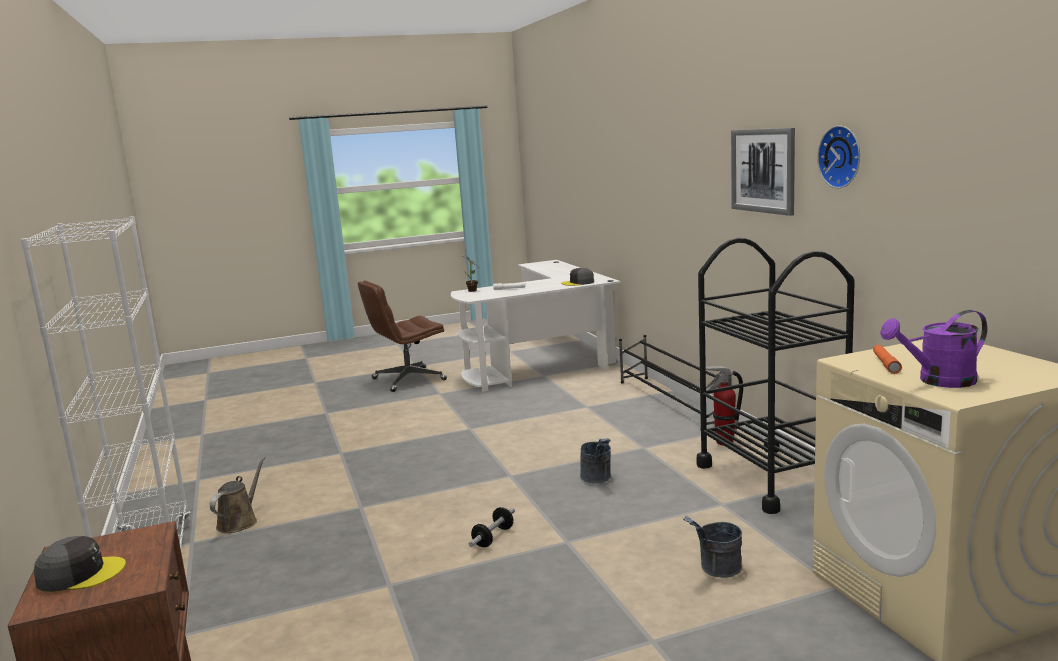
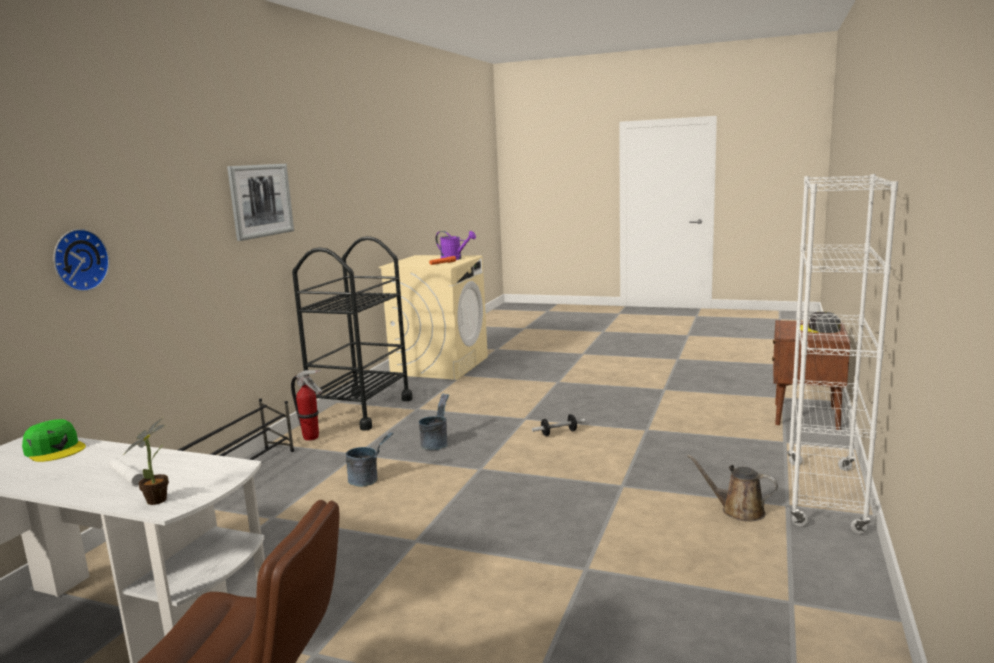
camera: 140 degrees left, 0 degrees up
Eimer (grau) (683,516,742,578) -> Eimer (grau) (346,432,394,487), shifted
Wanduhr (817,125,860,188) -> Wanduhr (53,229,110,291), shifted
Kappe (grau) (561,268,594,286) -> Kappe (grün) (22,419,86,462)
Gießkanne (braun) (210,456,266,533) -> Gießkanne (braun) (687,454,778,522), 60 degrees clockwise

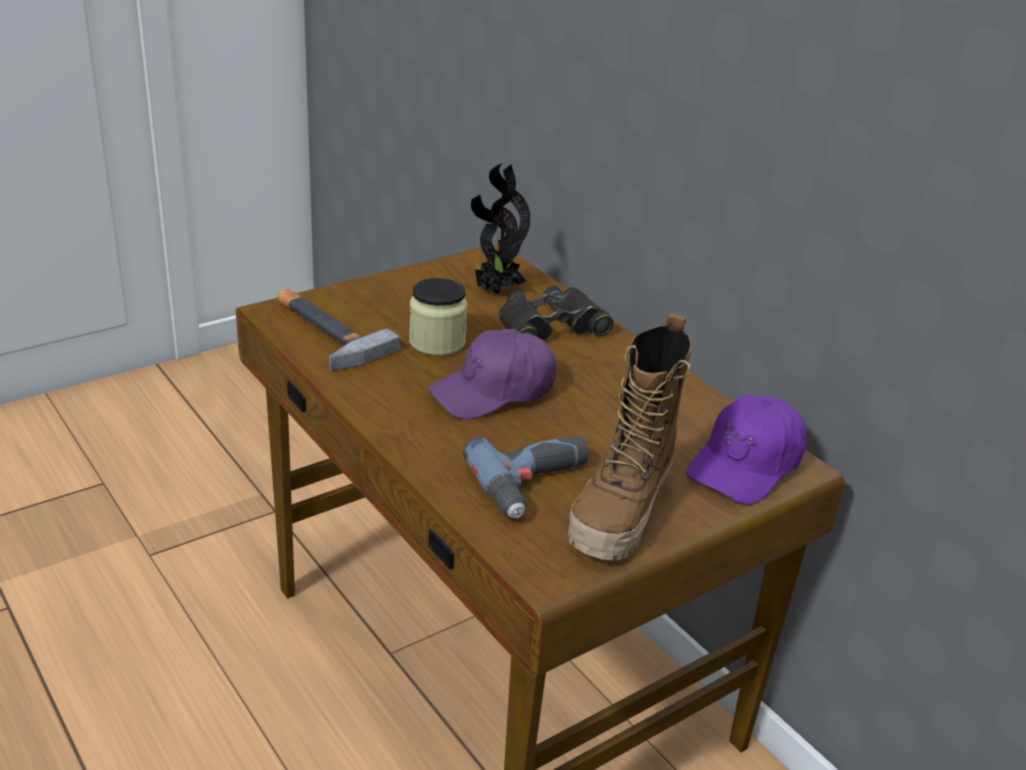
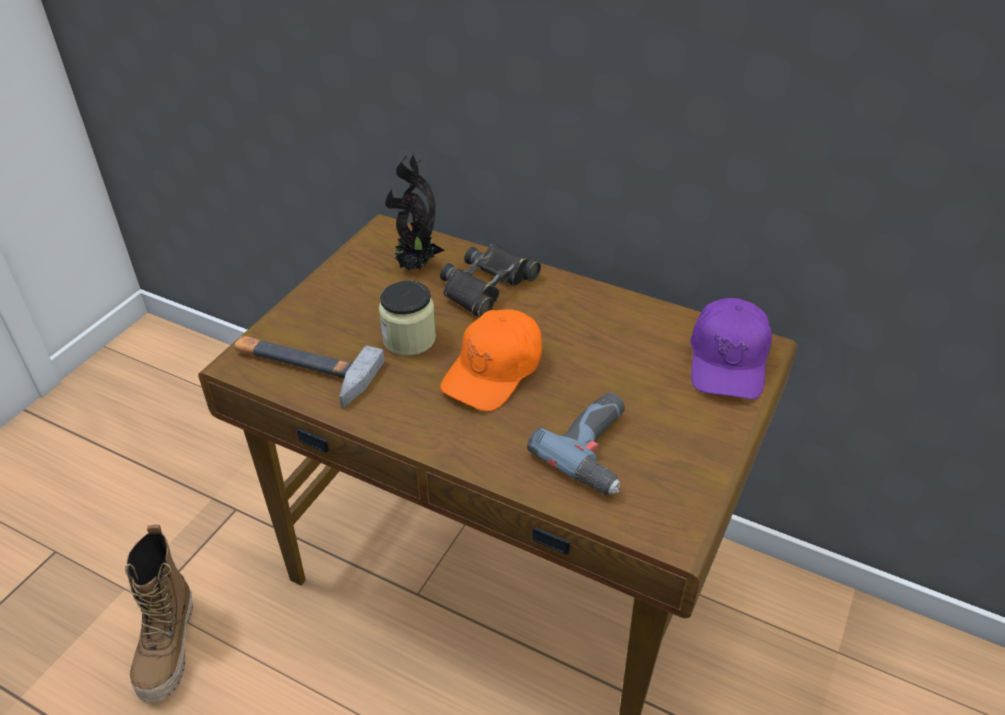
camera: 25 degrees left, 10 degrees up
Stiefel (568,313,692,561) -> Stiefel (125,524,193,702), shifted
Kappe (lila) (428,329,557,419) -> Kappe (orange) (440,309,542,411)

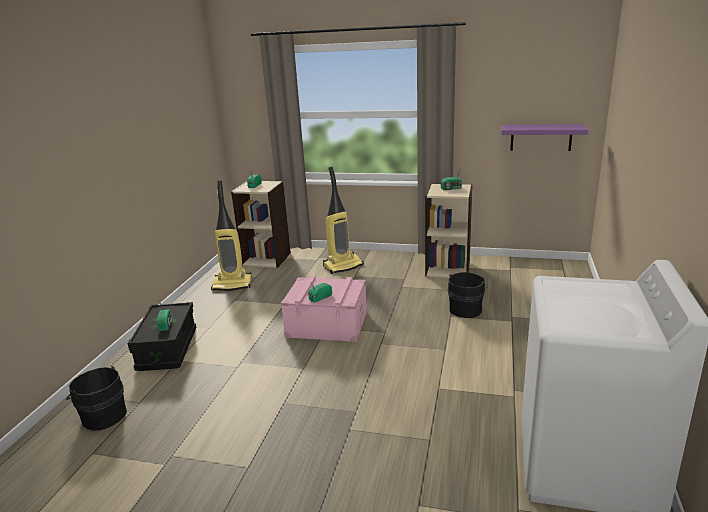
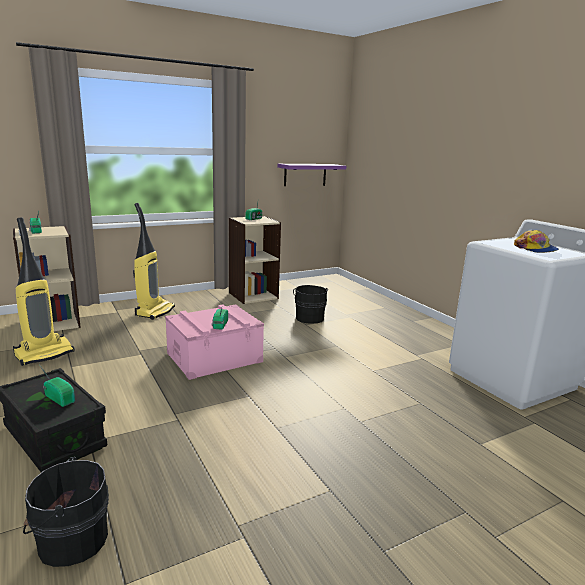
camera: 45 degrees left, 5 degrees down
none -> Kappe (514,230,559,253)

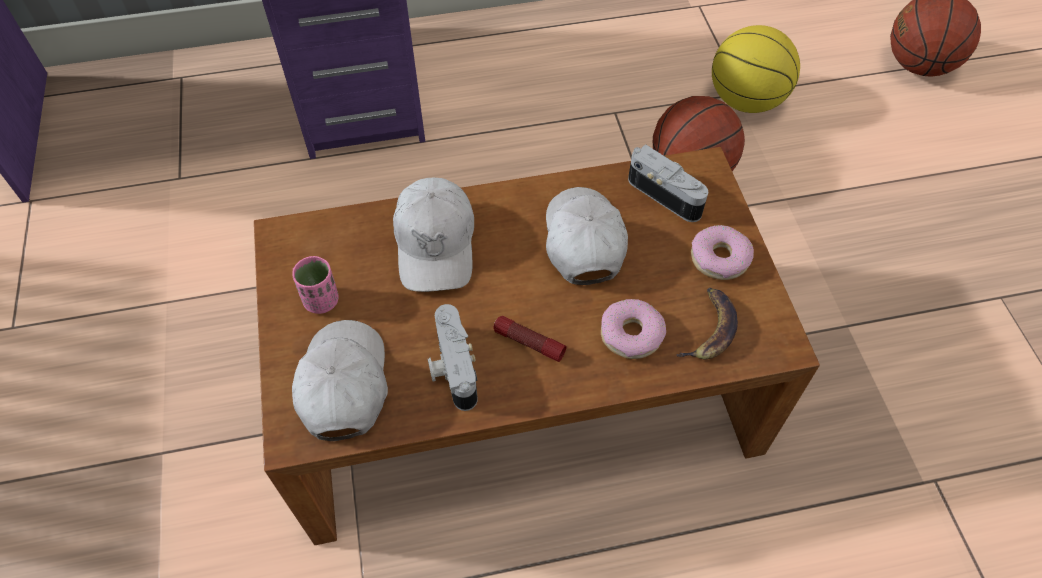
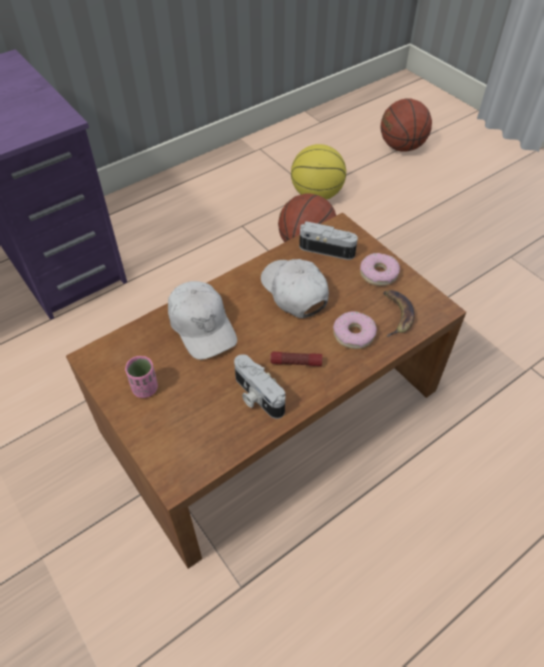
camera: 25 degrees left, 5 degrees down
Kappe (weiß) (292,320,388,441) -> none

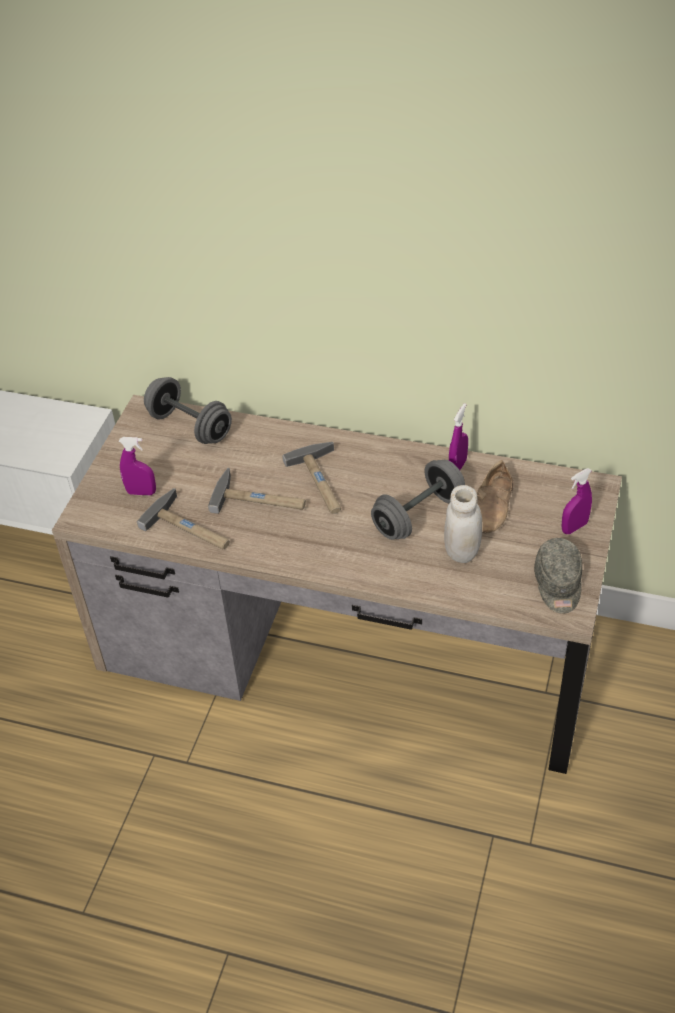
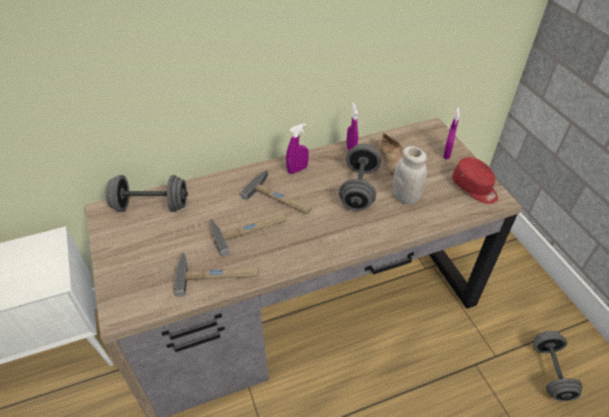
camera: 40 degrees left, 0 degrees up
none -> Hantel (grau) (533,331,583,401)
Sprühflasche (lila) (119,437,156,495) -> Sprühflasche (lila) (286,123,309,174), shifted
Kappe (grau) (534,538,582,614) -> Kappe (rot) (452,157,498,204)

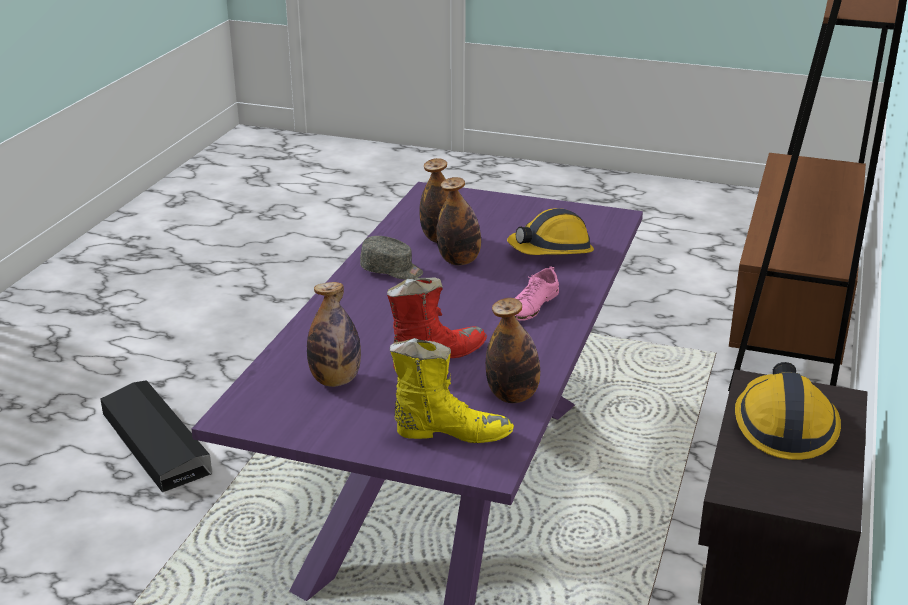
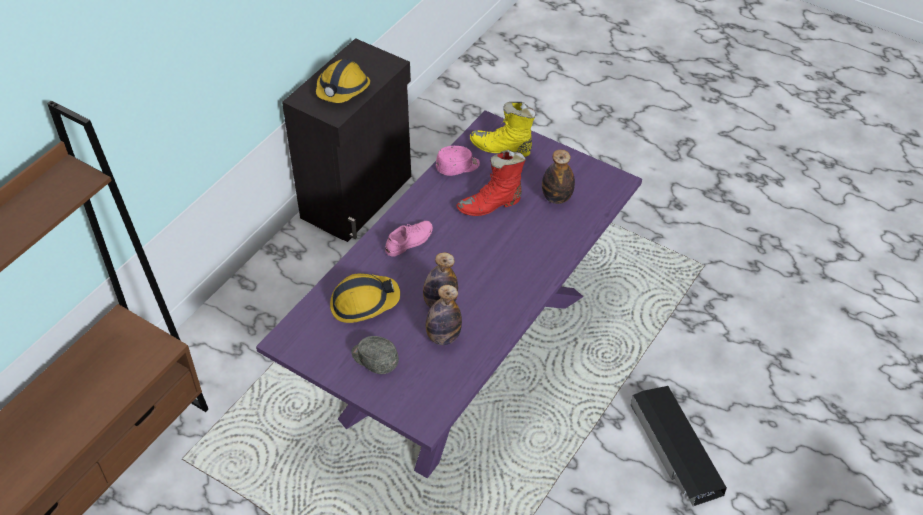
camera: 165 degrees left, 20 degrees up
Kappe (grau) (360,236,423,280) -> Kappe (grau) (351,336,399,374), shifted
Flasche (486,298,540,403) -> Kappe (rosa) (436,146,480,176)

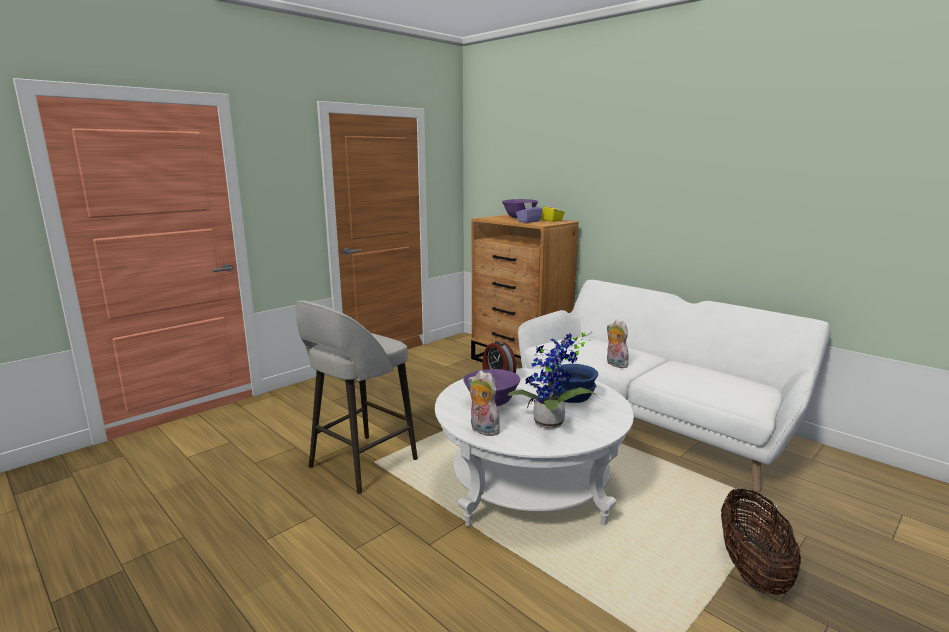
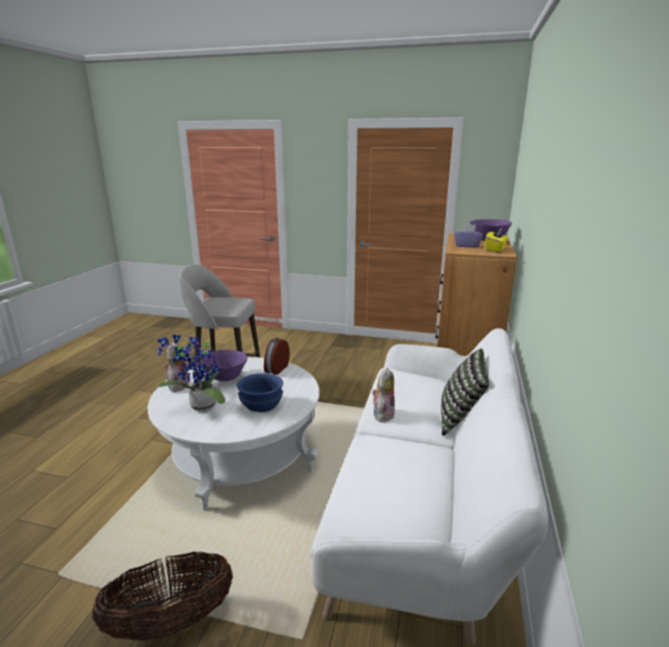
camera: 60 degrees right, 5 degrees up
none -> Kissen (441,349,489,436)

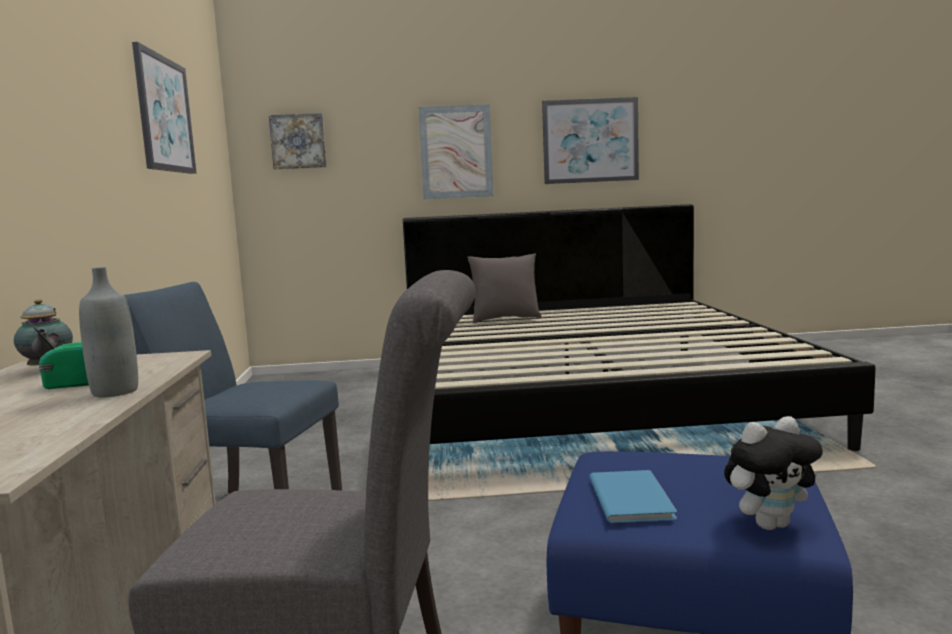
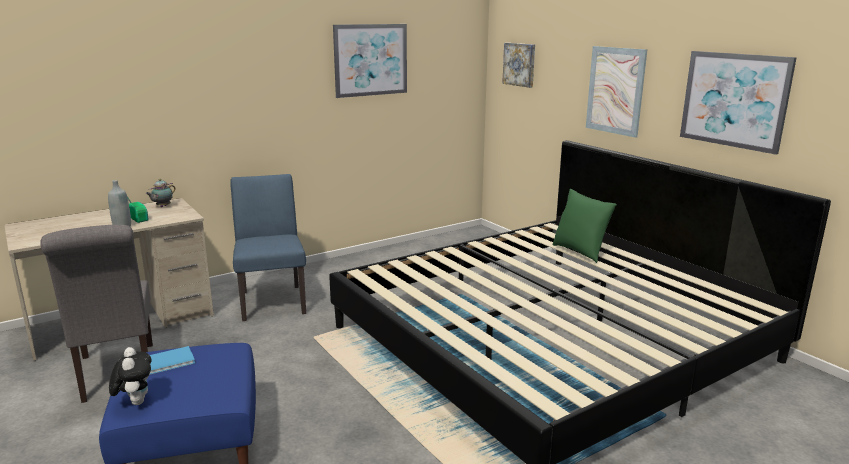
camera: 60 degrees right, 10 degrees up
Kissen (grau) (467,254,542,323) -> Kissen (grün) (553,189,617,263)
Plüschtier (724,416,823,530) -> Plüschtier (109,347,152,405), 150 degrees counterclockwise

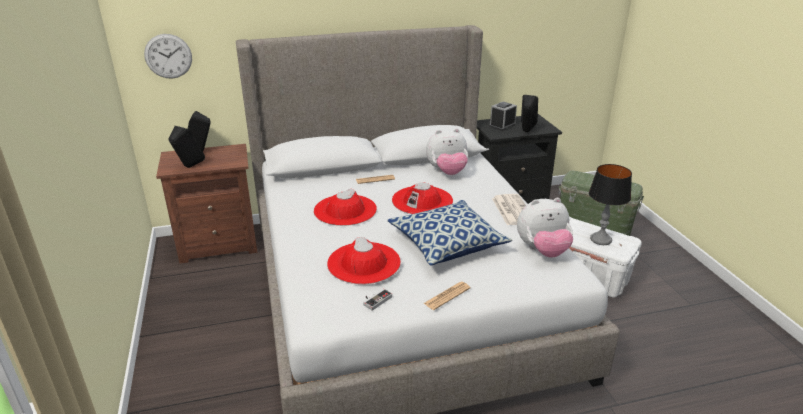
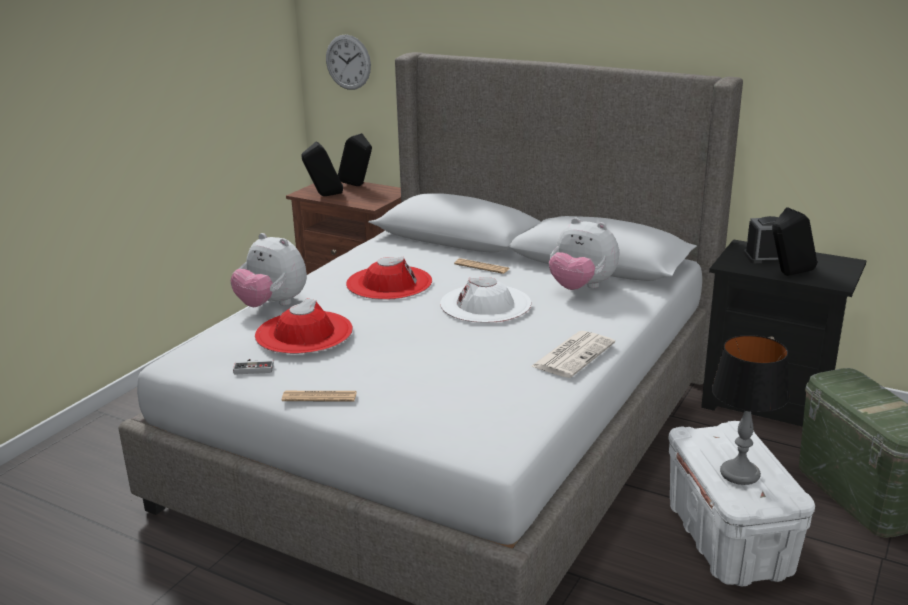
camera: 45 degrees right, 5 degrees down
Kissen (387,200,512,266) -> none
Plüschtier (517,198,573,257) -> Plüschtier (231,233,307,307), shifted
Hut (rot) (392,182,453,214) -> Hut (weiß) (440,277,531,323)

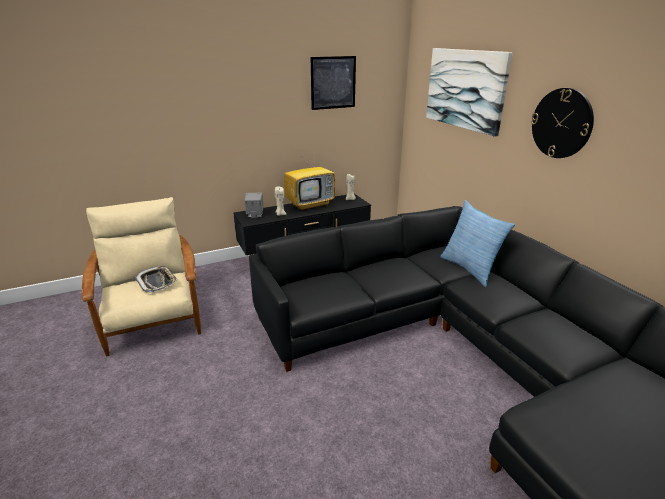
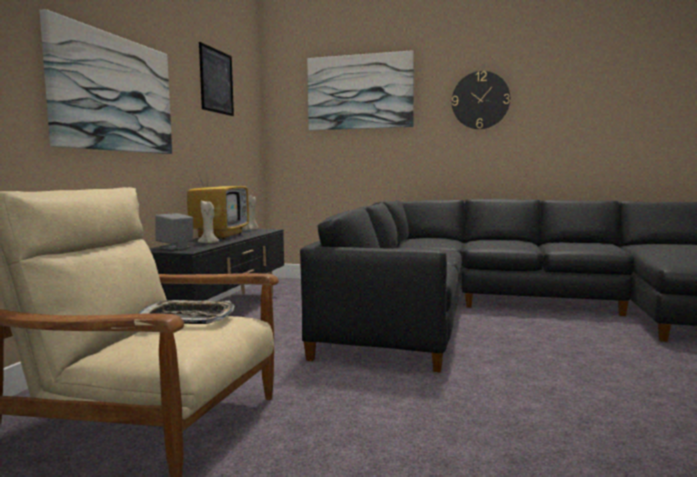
camera: 50 degrees left, 20 degrees down
Kissen (440,200,516,287) -> none
none -> Bild (39,9,172,154)

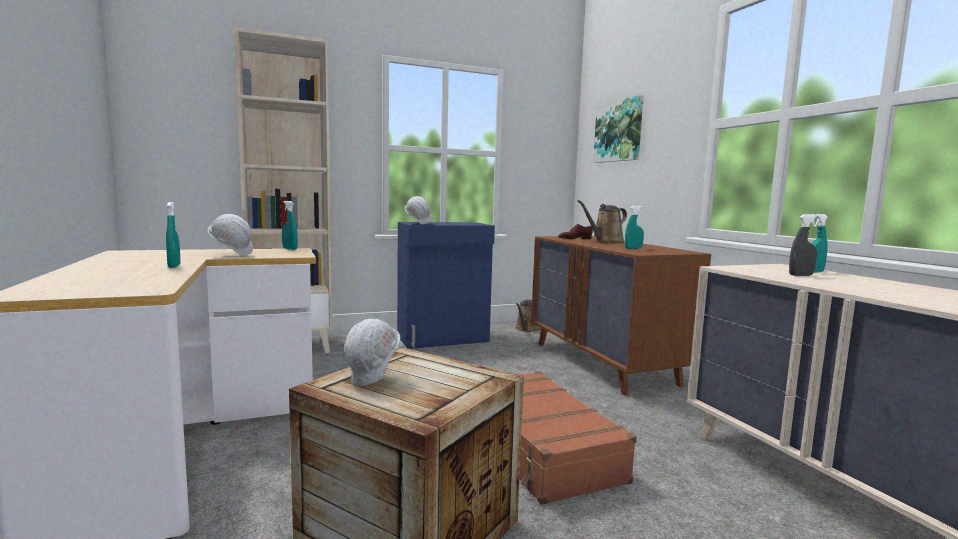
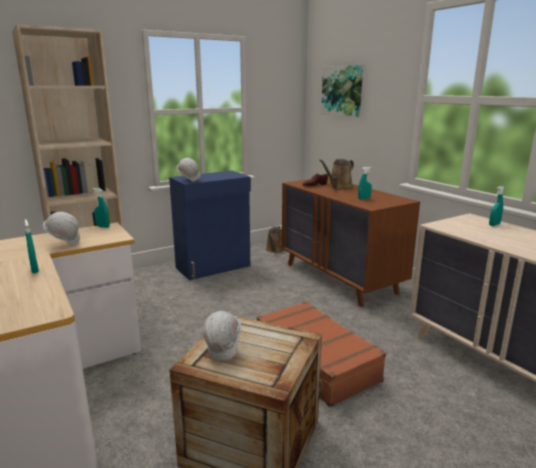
camera: 10 degrees left, 10 degrees up
Sprühflasche (grau) (789,214,819,276) -> none

